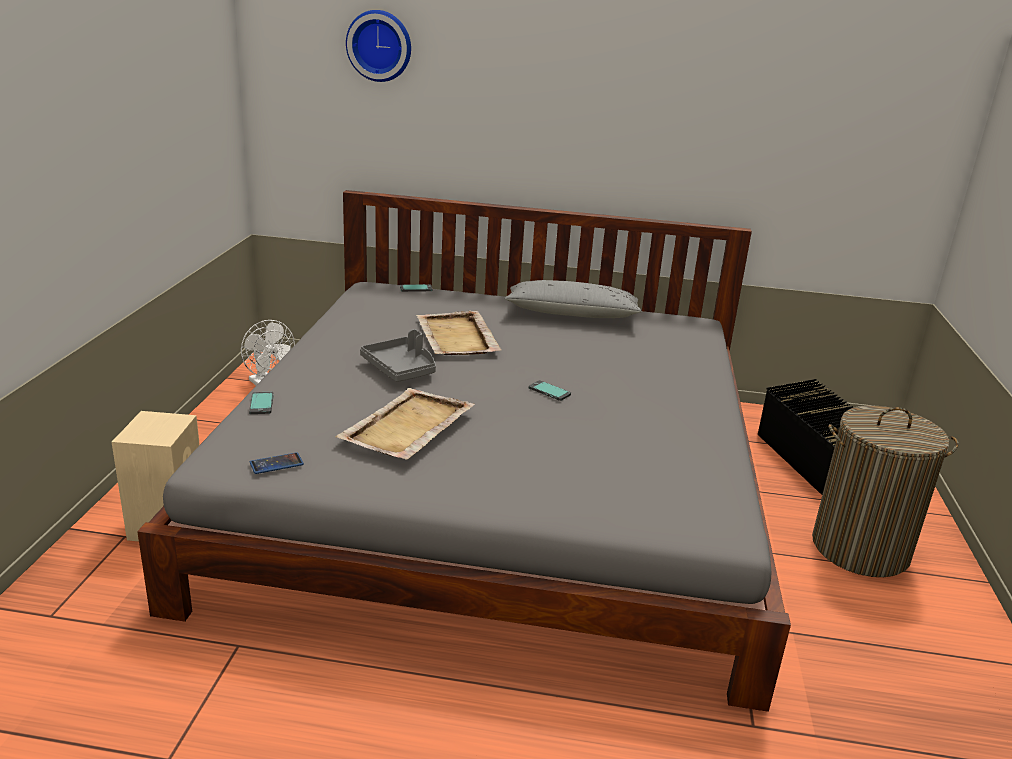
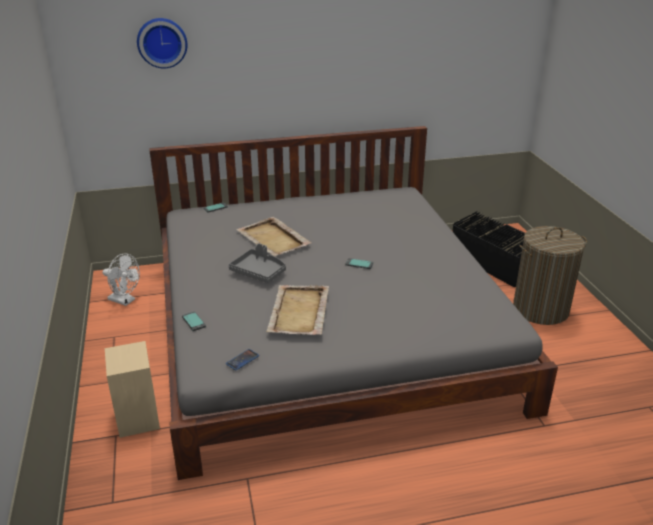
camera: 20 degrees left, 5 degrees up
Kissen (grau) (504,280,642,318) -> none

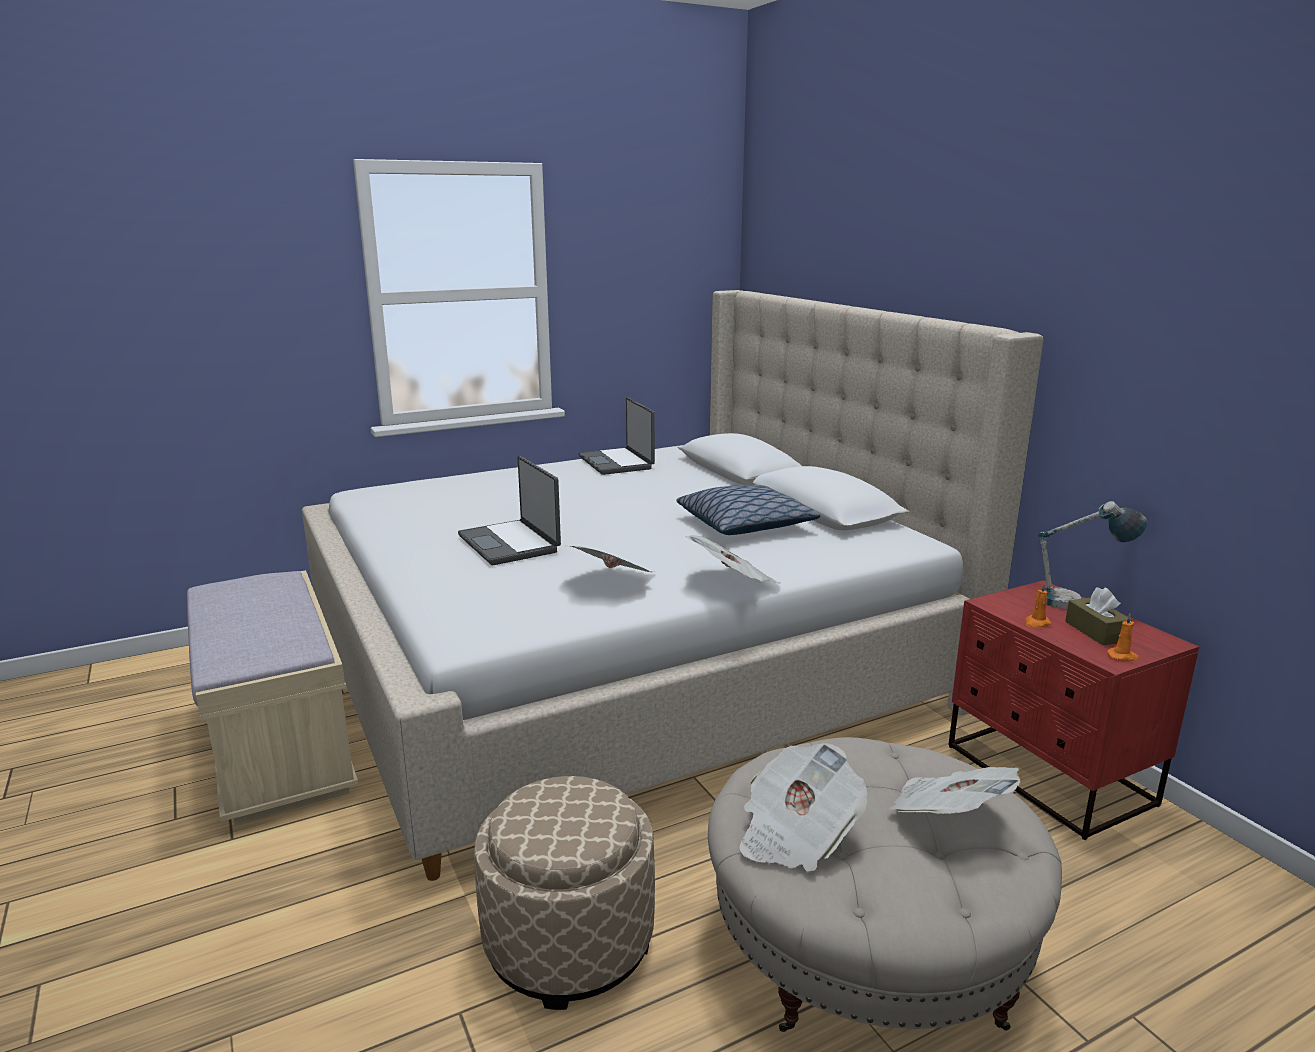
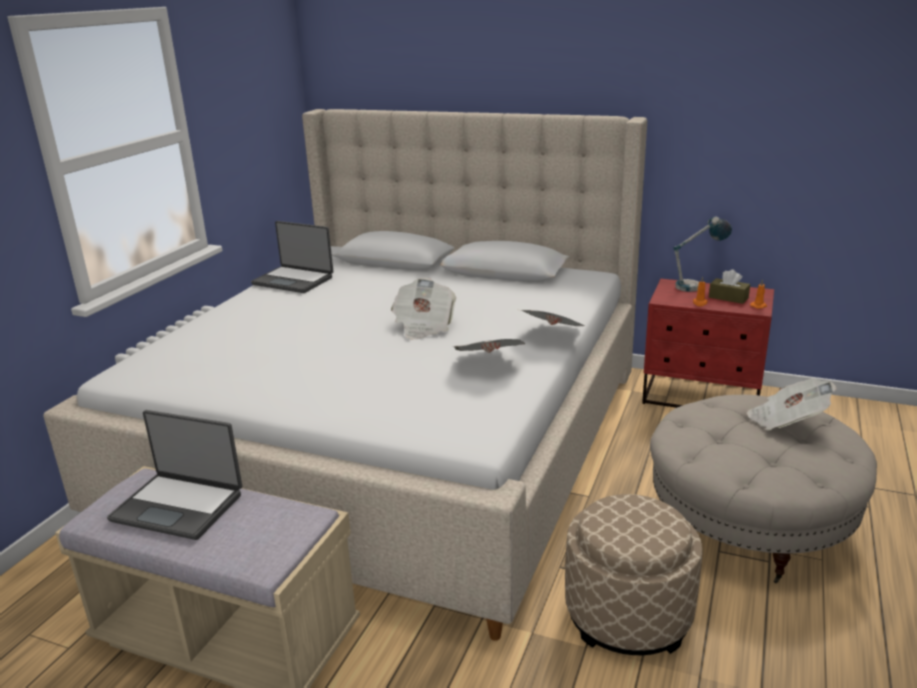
camera: 40 degrees left, 5 degrees up
Kissen (676,485,820,535) -> none
Laptop (458,456,561,565) -> Laptop (107,410,242,540), shifted
Zeitung (739,743,867,871) -> Zeitung (391,278,456,340), shifted

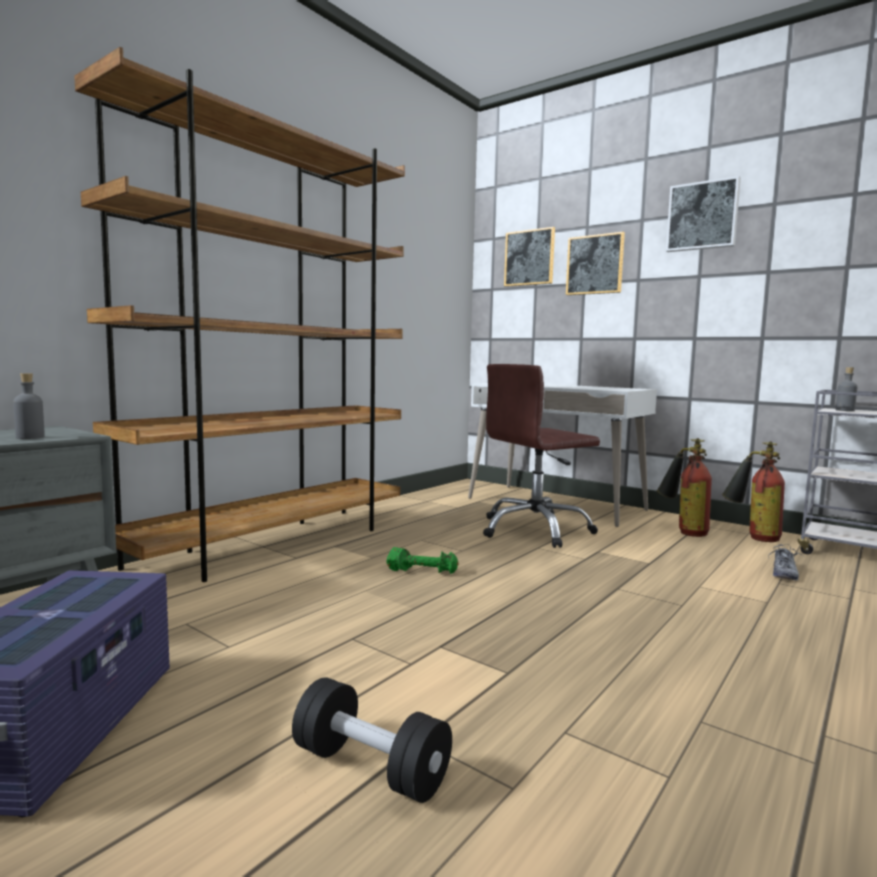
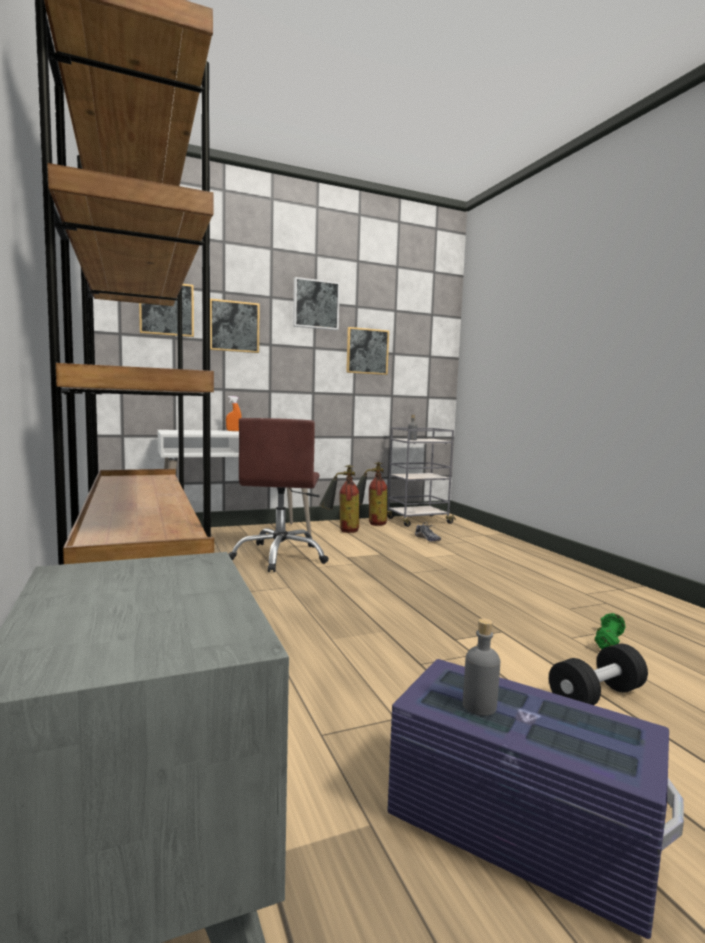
camera: 60 degrees left, 0 degrees up
none -> Sprühflasche (orange) (226,396,242,431)
none -> Bild (346,327,389,375)
Flasche (grau) (13,373,45,439) -> Flasche (grau) (463,618,500,716), shifted
Hantel (grün) (386,547,458,574) -> Hantel (grün) (595,613,626,649), shifted

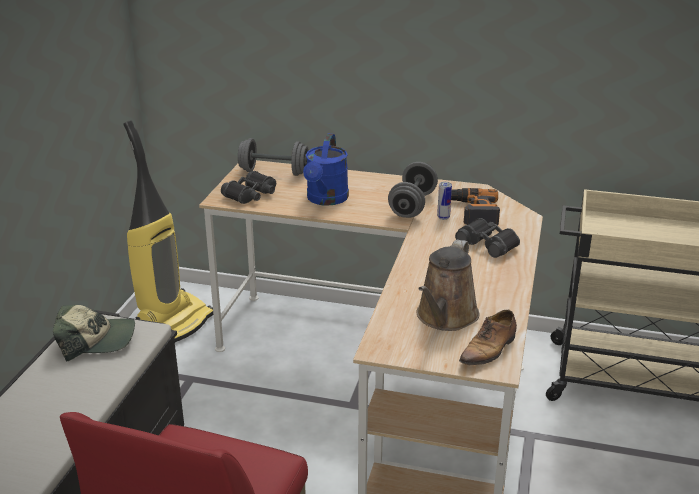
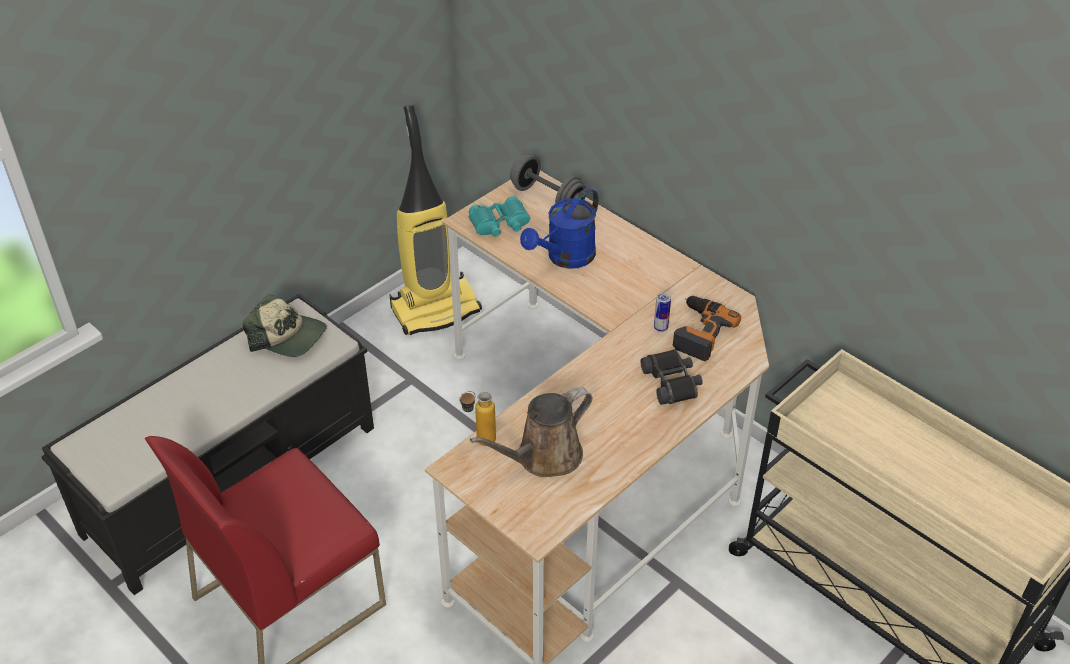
camera: 30 degrees right, 15 degrees up
Hantel (grau) (388,162,438,218) -> none
Schuh (459,310,517,365) -> none
none -> Flasche (459,391,496,446)
Fernglas (schwarz) (221,171,276,204) -> Fernglas (türkis) (469,196,530,237)

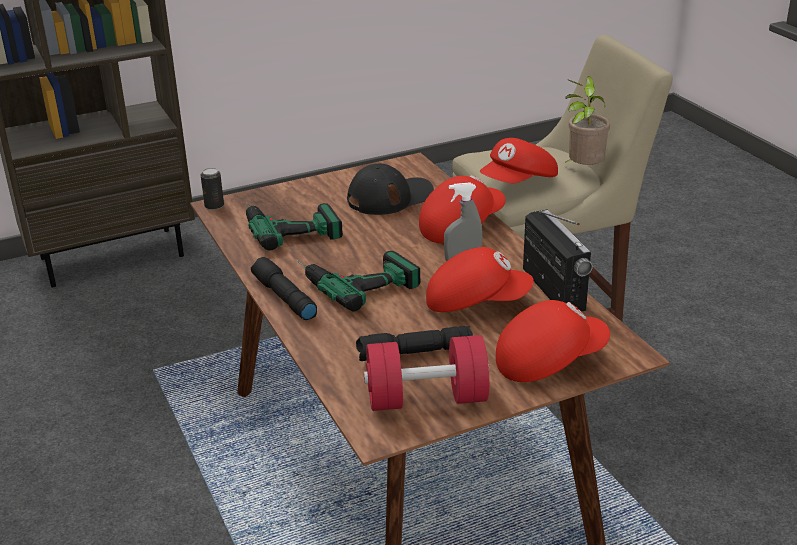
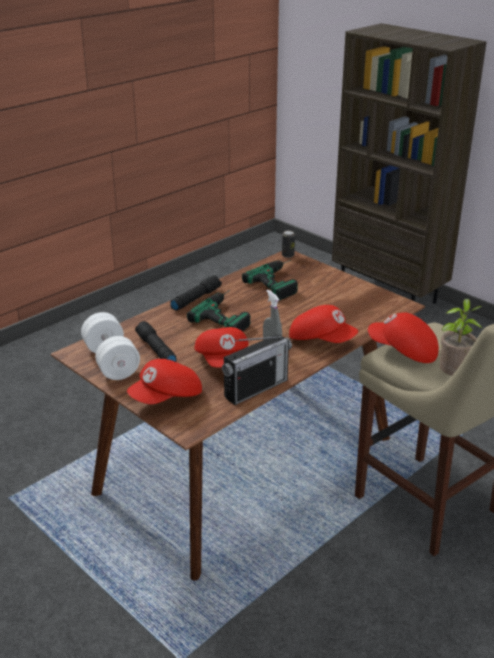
camera: 70 degrees right, 0 degrees up
Kappe (schwarz) (347,163,434,215) -> none
Hantel (rot) (364,335,489,411) -> Hantel (weiß) (81,312,140,380)
Kappe (rot) (496,300,610,382) -> Kappe (rot) (127,359,202,404), 90 degrees clockwise

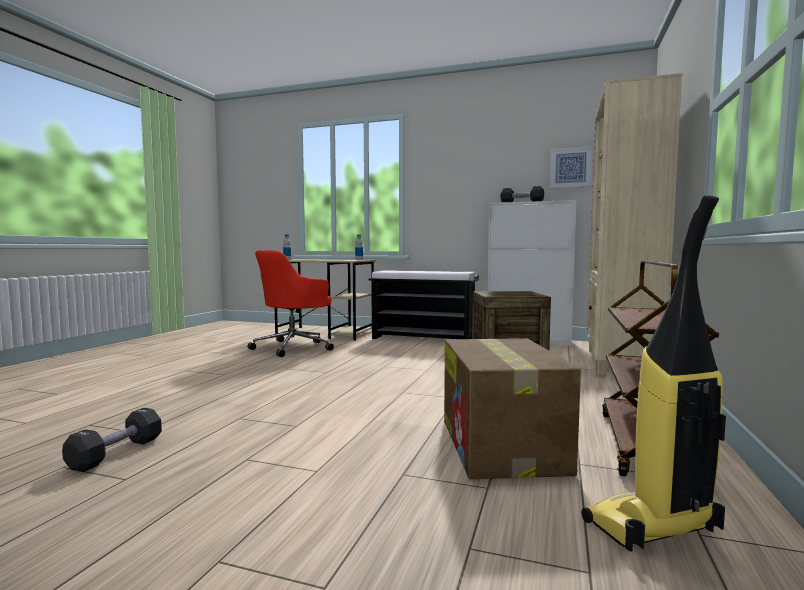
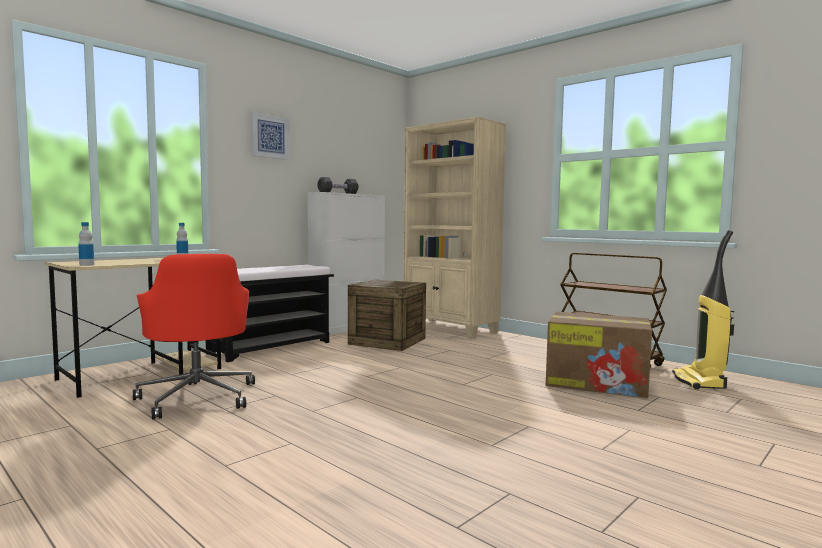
camera: 65 degrees left, 0 degrees up
Hantel (schwarz) (62,408,162,472) -> none
Bild (550,146,592,188) -> Bild (251,112,290,160), shifted

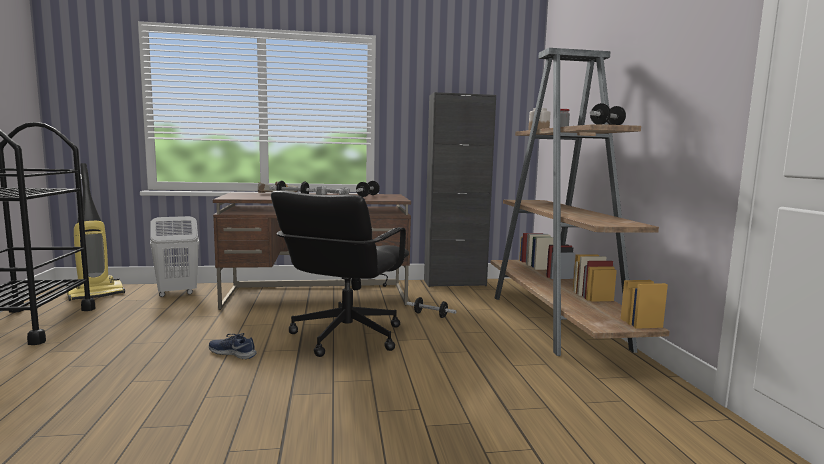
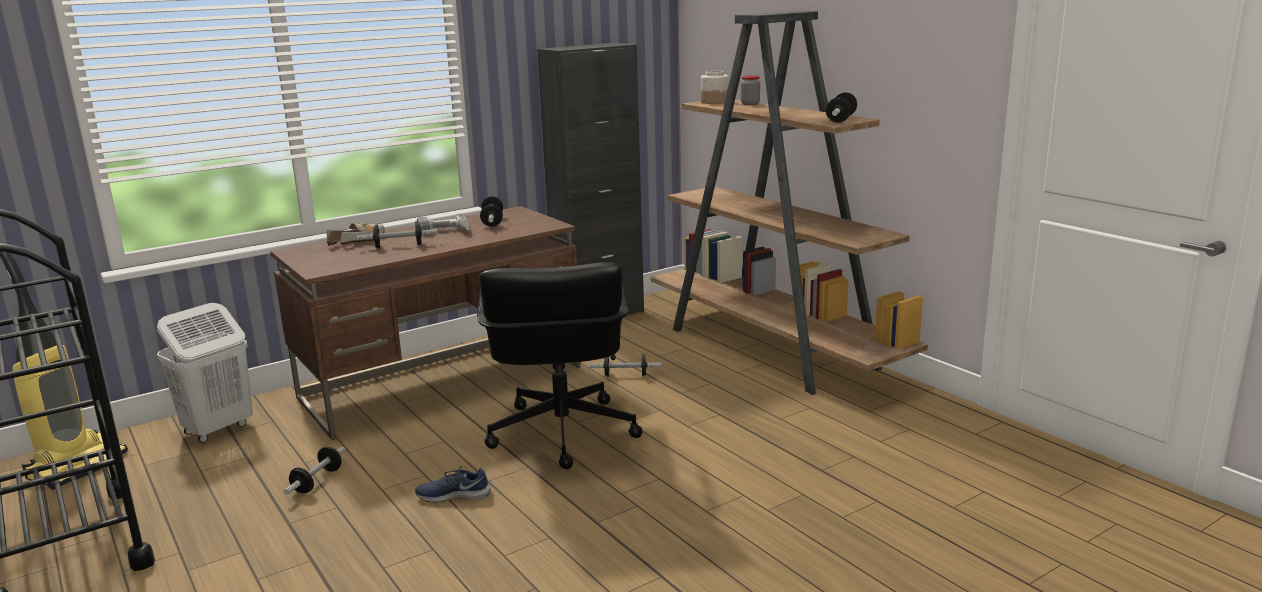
camera: 25 degrees left, 10 degrees up
none -> Hantel (284,446,345,495)

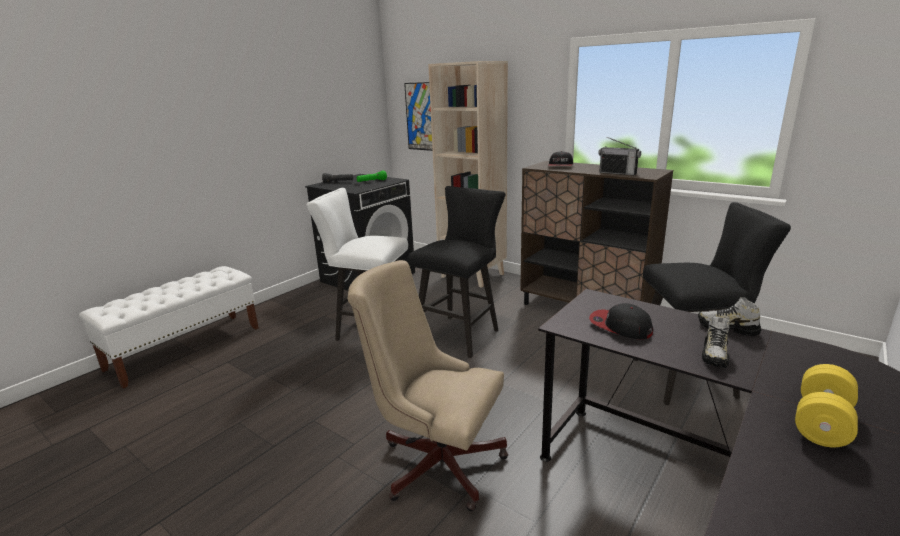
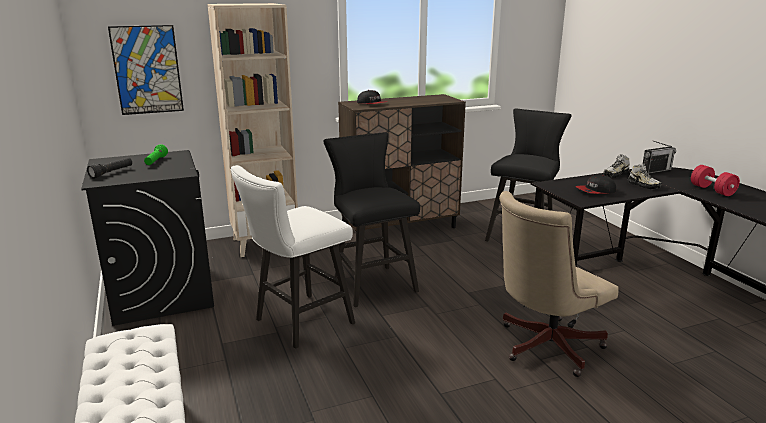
camera: 60 degrees left, 0 degrees up
Radio (598,137,641,175) -> Radio (643,141,676,174), shifted
Hantel (gelb) (795,364,858,447) -> Hantel (rot) (691,165,740,196)

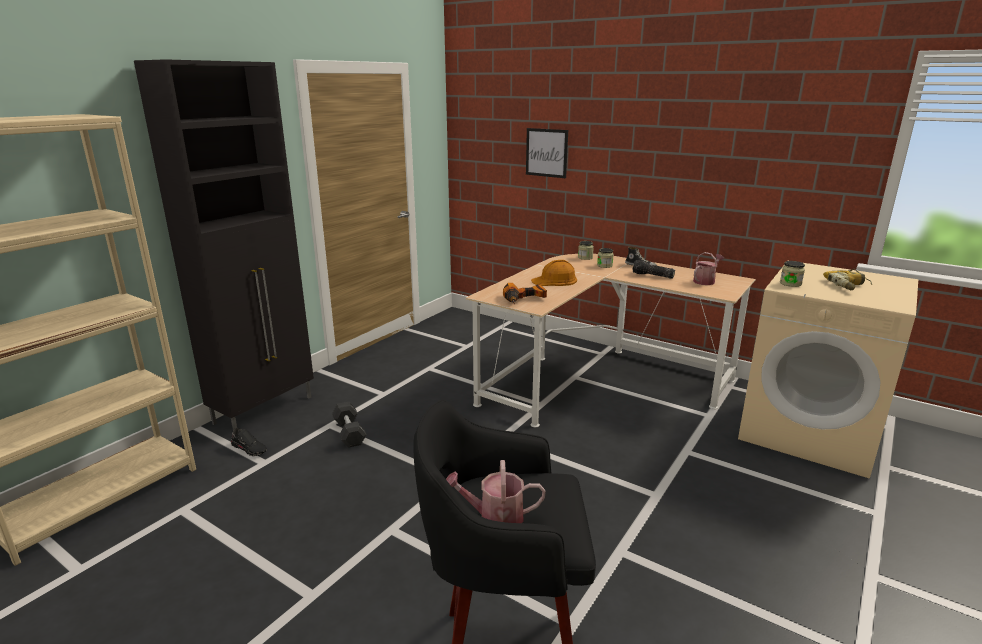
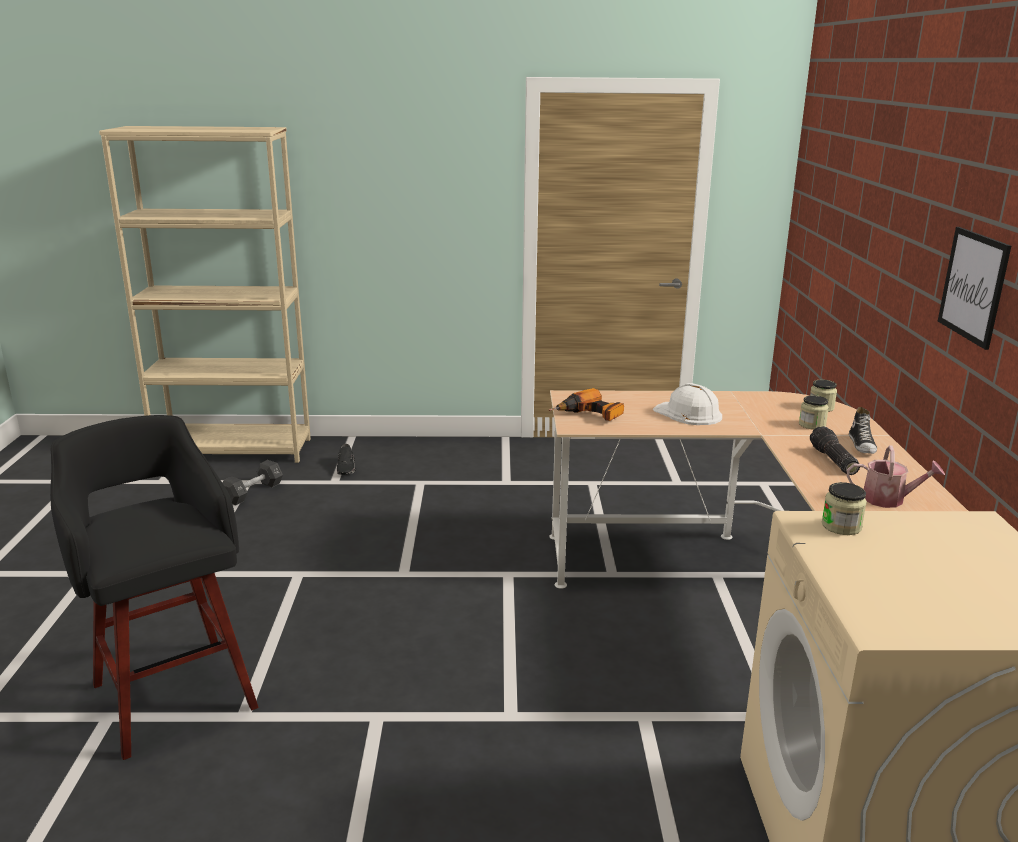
camera: 55 degrees right, 0 degrees up
Schrank (schwarz) (134,59,314,430) -> none
Gießkanne (446,460,546,523) -> none
Bohrmaschine (823,269,872,290) -> none
Hantel (schwarz) (332,402,366,448) -> Hantel (schwarz) (223,460,283,506), shifted
Bild (526,128,568,178) -> Bild (938,227,1011,350), shifted
Schutzhelm (orange) (531,260,577,286) -> Schutzhelm (weiß) (653,383,722,425)

